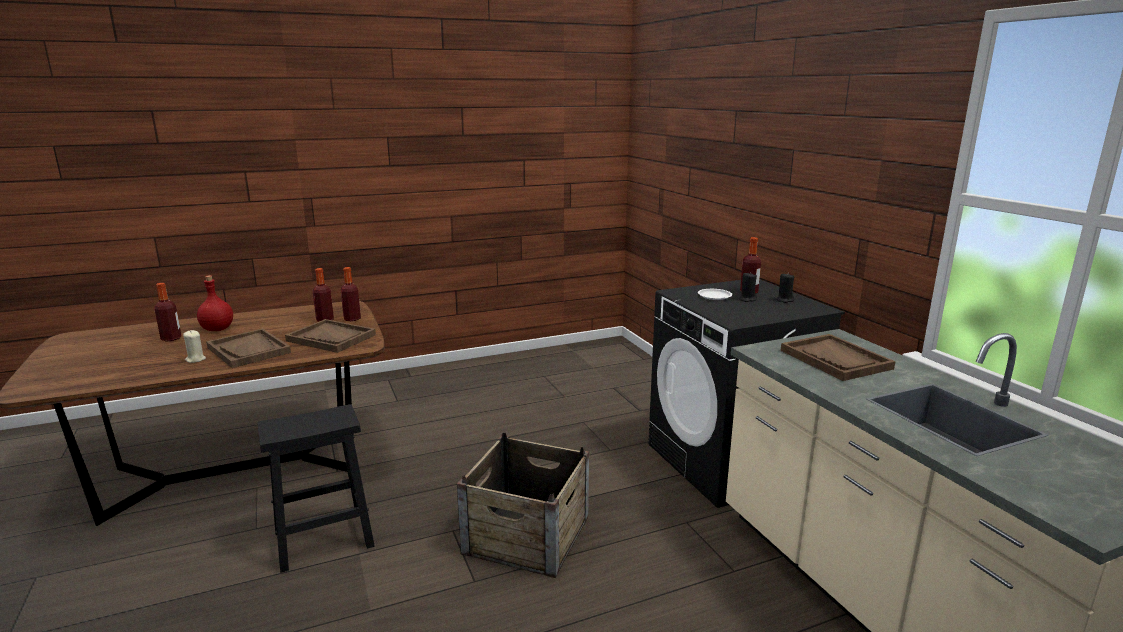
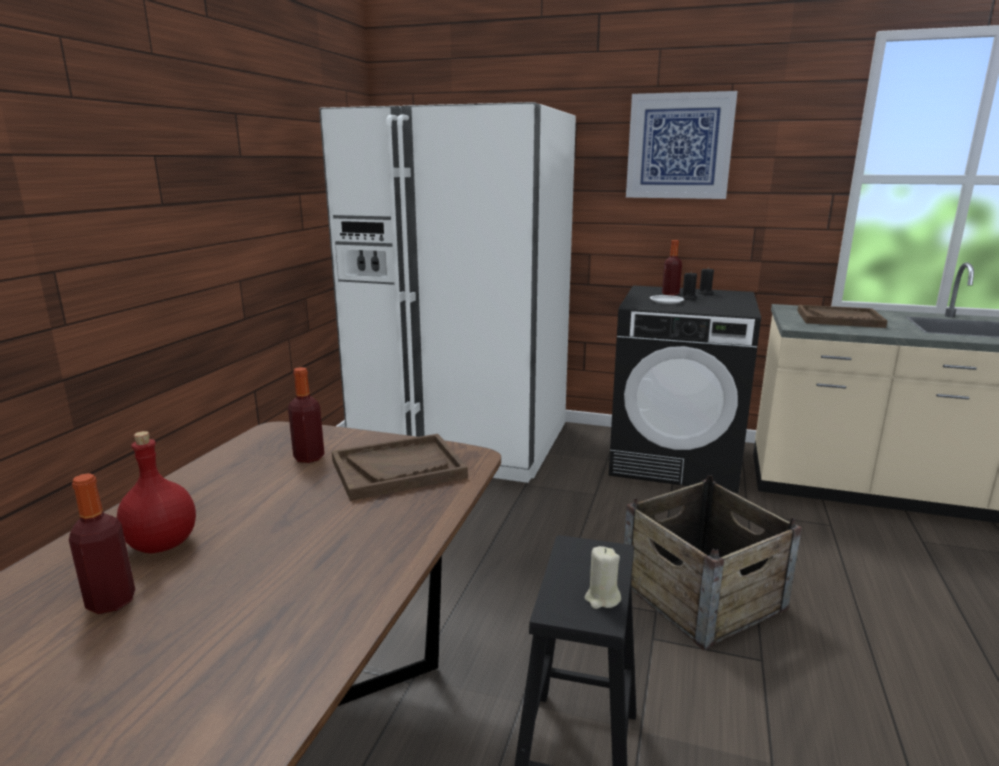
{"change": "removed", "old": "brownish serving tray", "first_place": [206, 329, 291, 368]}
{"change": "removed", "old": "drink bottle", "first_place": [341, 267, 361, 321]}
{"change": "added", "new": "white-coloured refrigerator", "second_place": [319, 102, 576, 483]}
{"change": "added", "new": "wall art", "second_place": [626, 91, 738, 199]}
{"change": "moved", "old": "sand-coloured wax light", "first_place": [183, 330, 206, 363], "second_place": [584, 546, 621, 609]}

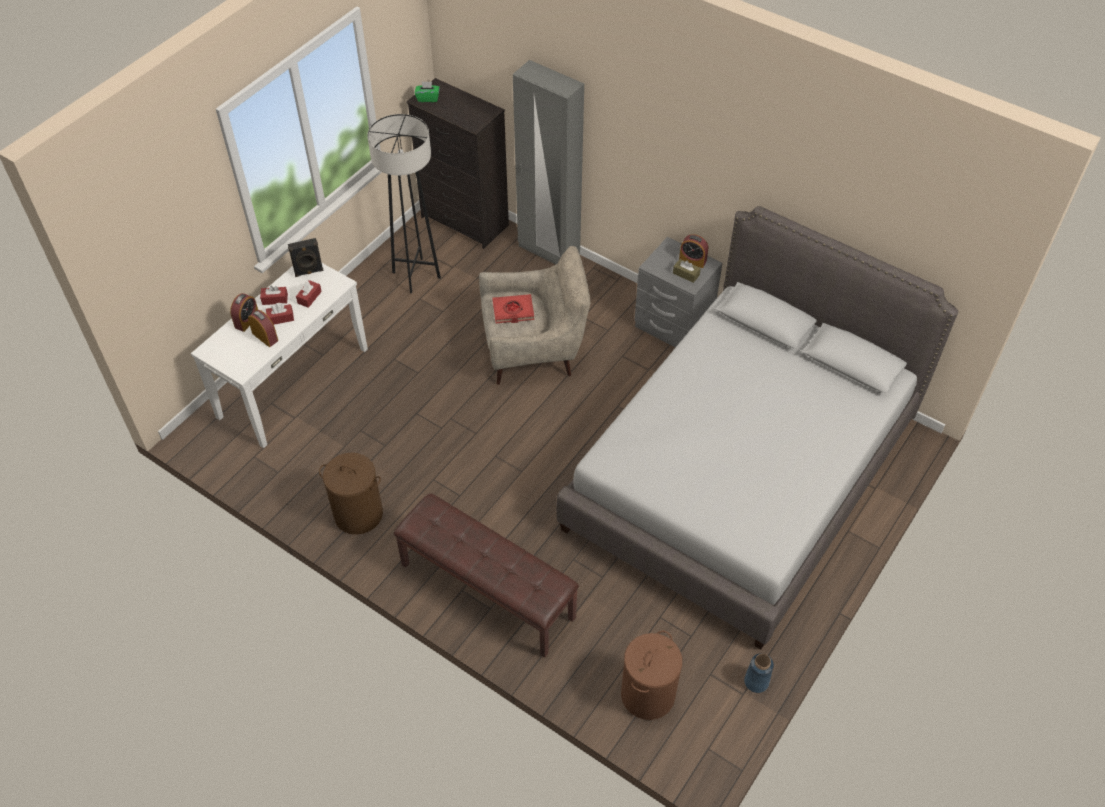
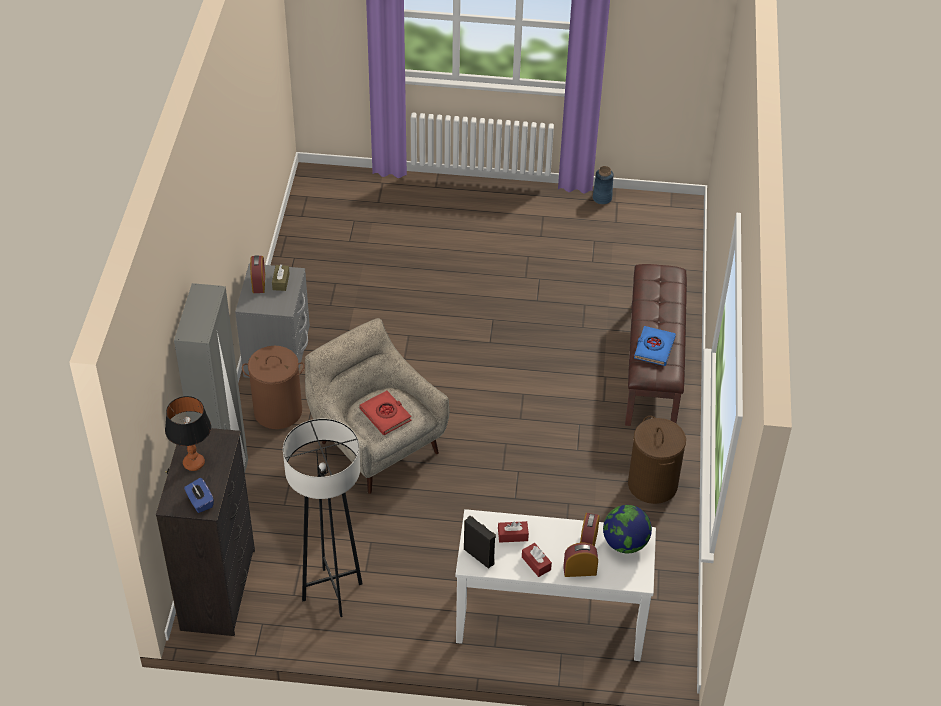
{"change": "removed", "old": "red-coloured box of tissues", "first_place": [266, 303, 294, 325]}
{"change": "removed", "old": "greyish bedroom bed", "first_place": [556, 206, 958, 650]}
{"change": "added", "new": "table lamp", "second_place": [165, 396, 211, 471]}
{"change": "added", "new": "globe", "second_place": [603, 505, 652, 553]}
{"change": "added", "new": "bluish bound book", "second_place": [634, 326, 676, 366]}
{"change": "moved", "old": "brownish hamper", "first_place": [621, 631, 682, 720], "second_place": [242, 346, 305, 429]}
{"change": "recoloured", "old": "greenish box of tissues", "new": "bluish box of tissues", "first_place": [415, 82, 440, 102], "second_place": [184, 478, 214, 513]}

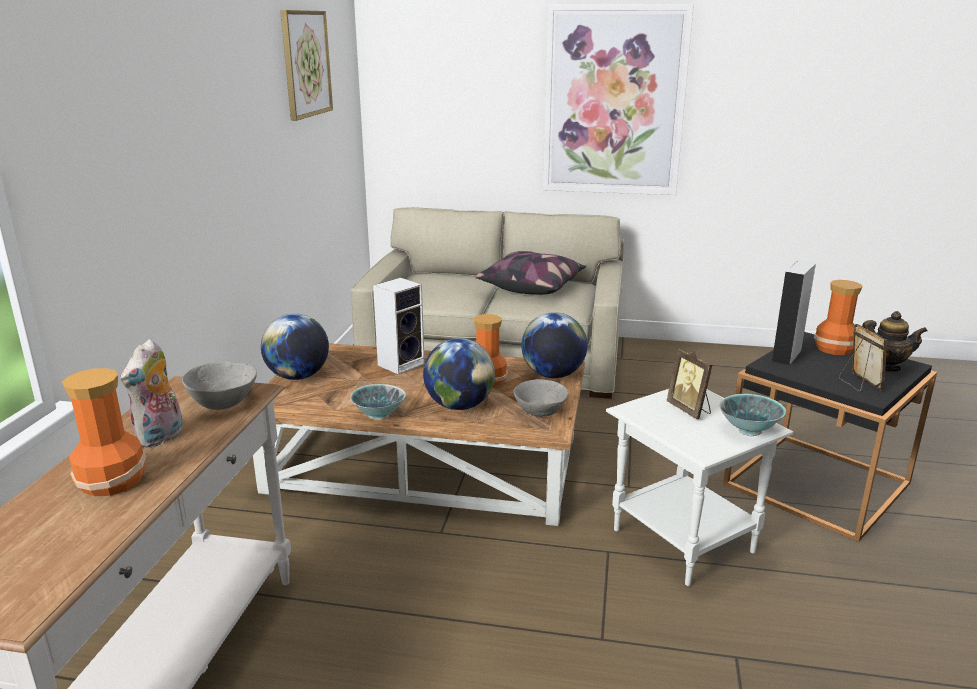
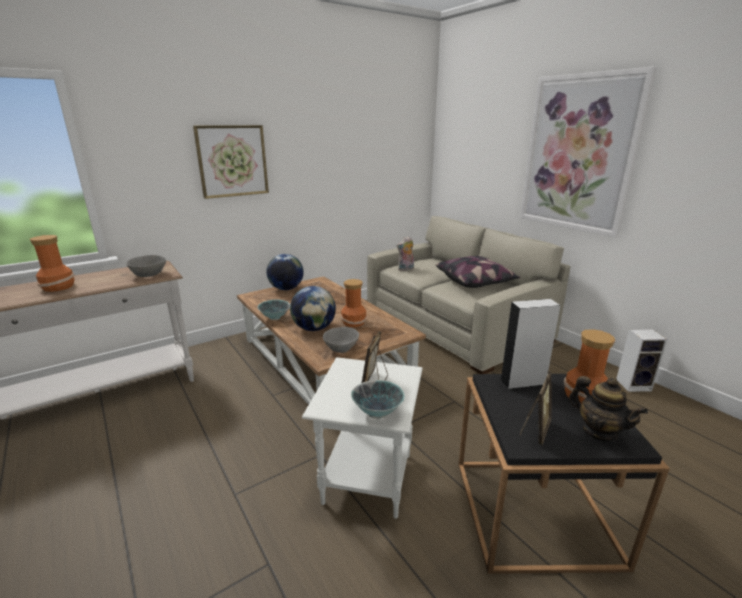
{"change": "removed", "old": "globe", "first_place": [521, 312, 587, 378]}
{"change": "moved", "old": "plush toy", "first_place": [121, 339, 183, 448], "second_place": [397, 236, 414, 271]}
{"change": "moved", "old": "wall art", "first_place": [281, 10, 333, 121], "second_place": [193, 125, 269, 199]}
{"change": "moved", "old": "speaker", "first_place": [373, 278, 425, 375], "second_place": [616, 329, 667, 392]}

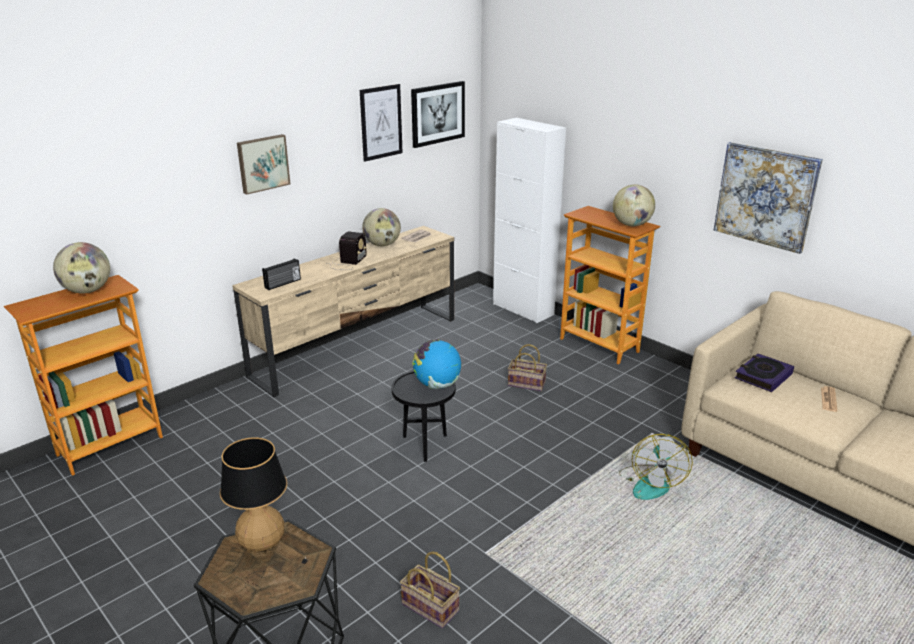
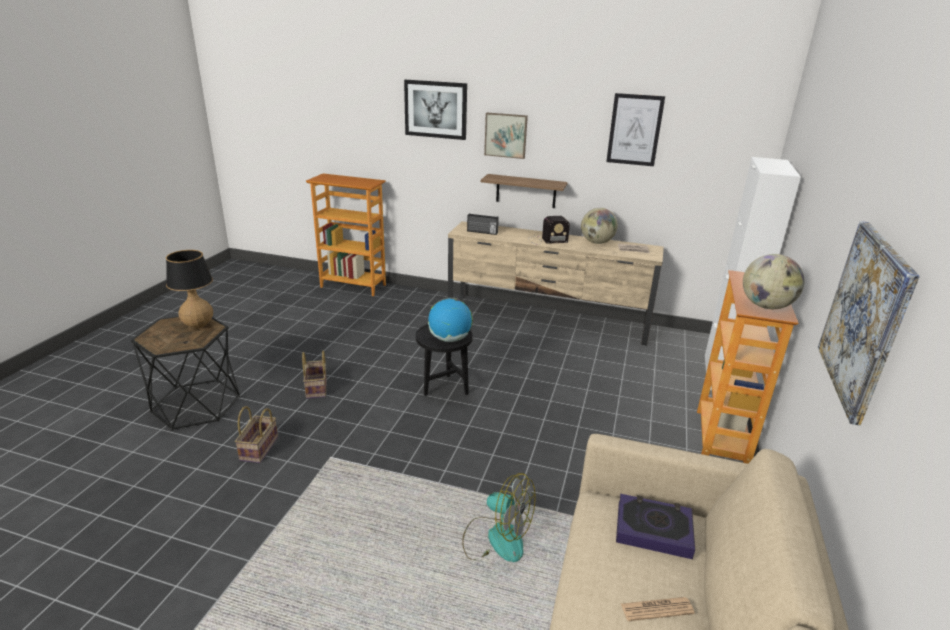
{"change": "removed", "old": "globe", "first_place": [53, 242, 110, 294]}
{"change": "added", "new": "bracket shelf", "second_place": [481, 174, 568, 208]}
{"change": "moved", "old": "wall art", "first_place": [411, 81, 465, 148], "second_place": [404, 80, 467, 140]}
{"change": "moved", "old": "basket", "first_place": [508, 344, 547, 391], "second_place": [302, 351, 327, 399]}
{"change": "turned", "old": "electric fan", "first_place": [619, 434, 693, 500], "second_place": [462, 473, 536, 562], "degrees": -135}

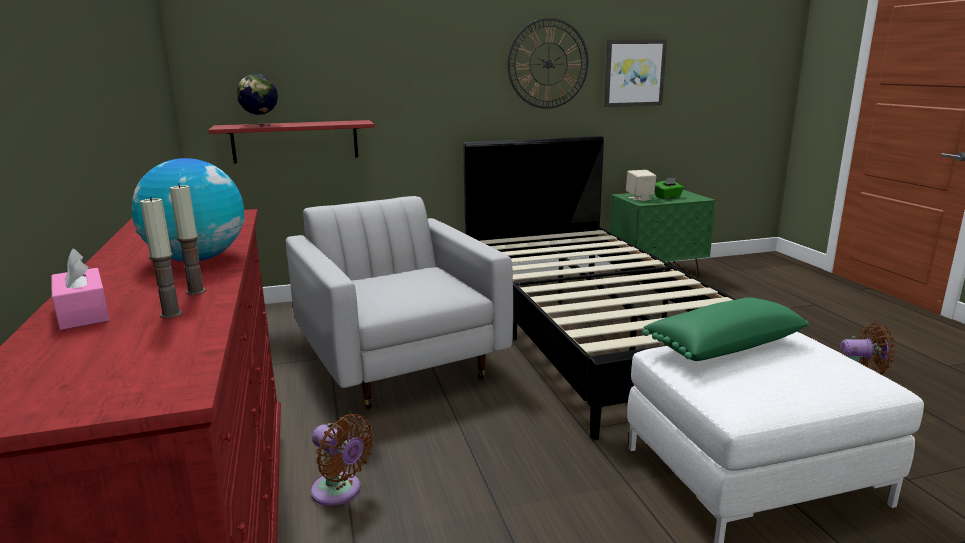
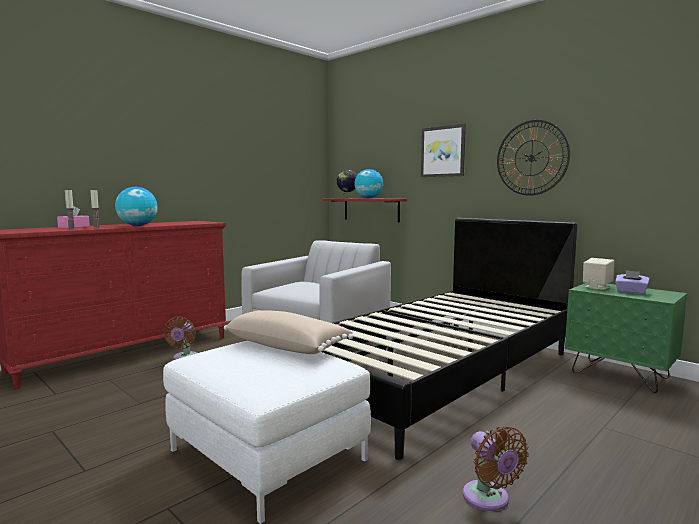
{"change": "added", "new": "globe", "second_place": [354, 169, 383, 198]}
{"change": "moved", "old": "wall art", "first_place": [604, 39, 667, 107], "second_place": [421, 124, 466, 177]}
{"change": "recoloured", "old": "greenish throw pillow", "new": "sand-coloured throw pillow", "first_place": [642, 297, 809, 361], "second_place": [224, 310, 353, 354]}
{"change": "recoloured", "old": "greenish box of tissues", "new": "purplish box of tissues", "first_place": [655, 177, 684, 199], "second_place": [615, 270, 650, 294]}

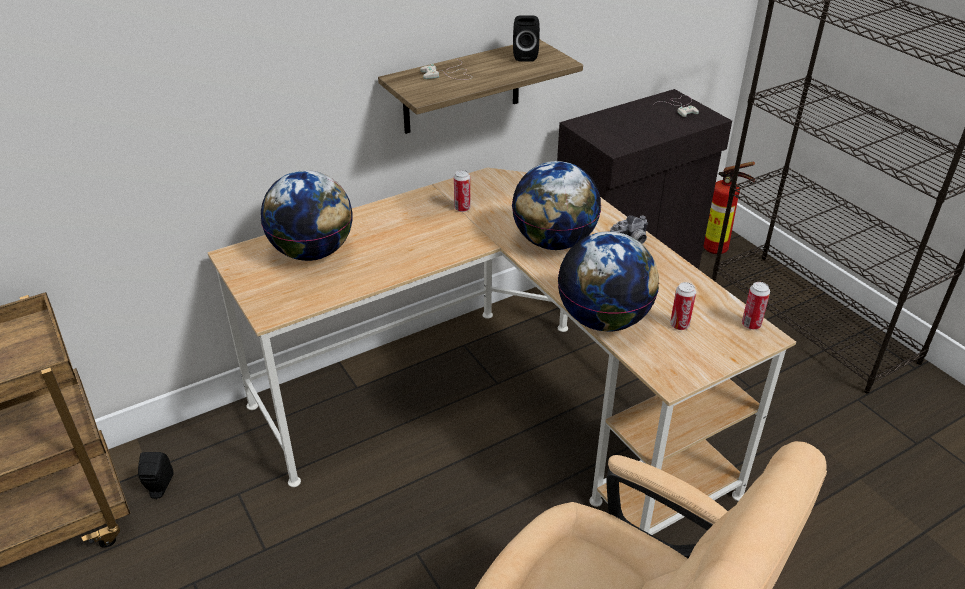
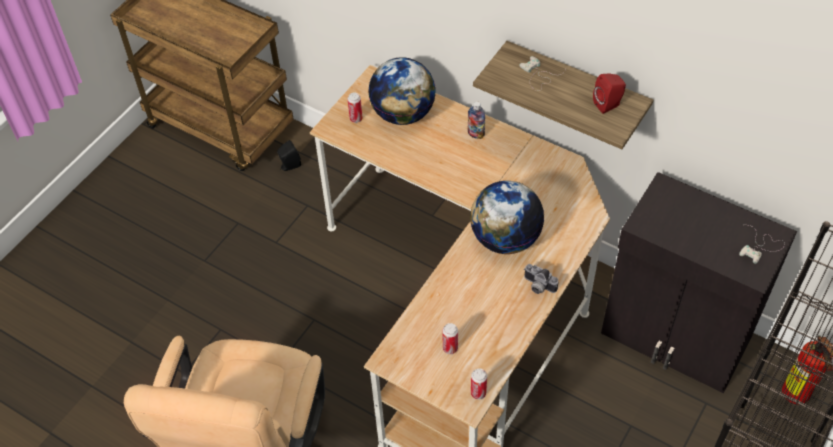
{"change": "removed", "old": "globe", "first_place": [558, 231, 659, 331]}
{"change": "added", "new": "drink bottle", "second_place": [468, 101, 485, 139]}
{"change": "moved", "old": "metal can", "first_place": [454, 170, 471, 212], "second_place": [348, 92, 363, 123]}
{"change": "recoloured", "old": "black-coloured speaker", "new": "red-coloured speaker", "first_place": [513, 15, 540, 61], "second_place": [593, 73, 626, 114]}

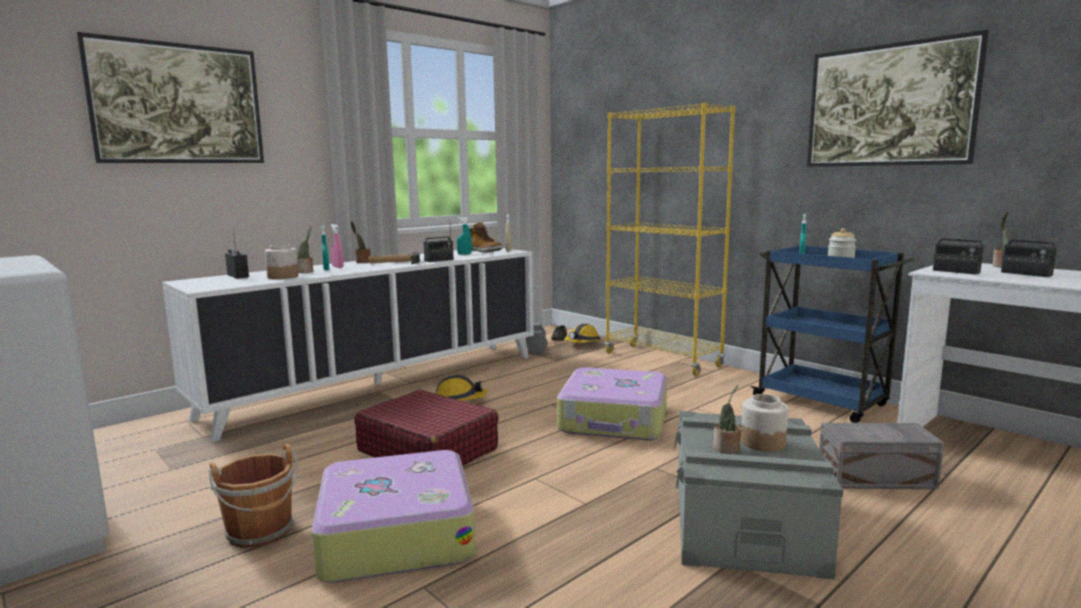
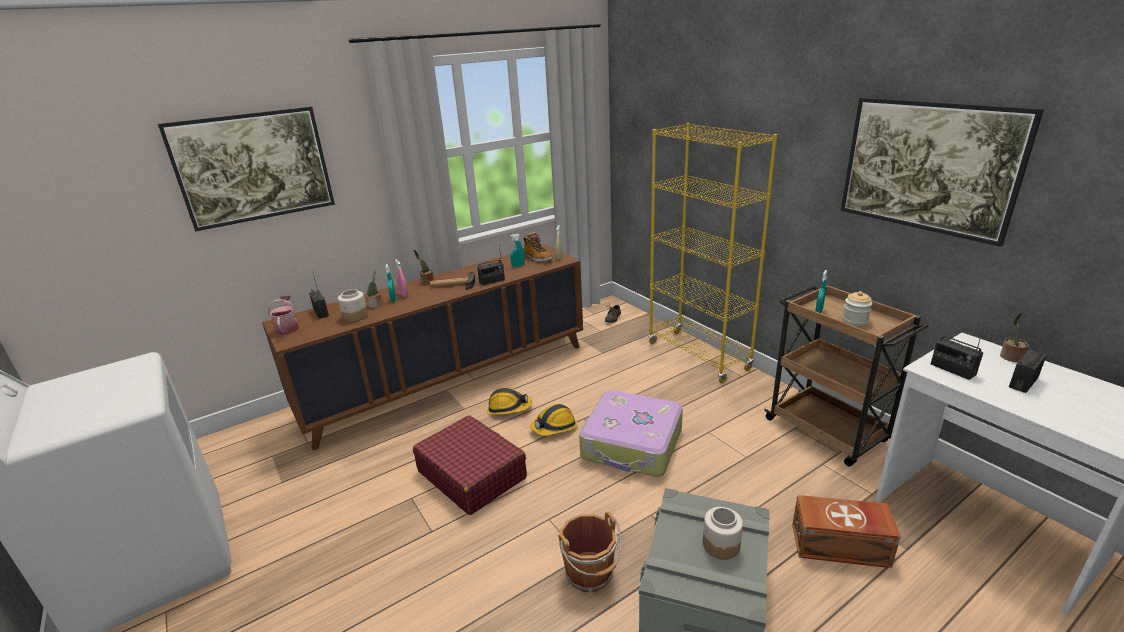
{"change": "removed", "old": "piece of luggage", "first_place": [312, 450, 476, 583]}
{"change": "removed", "old": "greyish hand weight", "first_place": [526, 323, 548, 354]}
{"change": "removed", "old": "plant in a pot", "first_place": [713, 385, 742, 454]}
{"change": "added", "new": "sprinkling can", "second_place": [268, 296, 299, 335]}
{"change": "moved", "old": "brownish bucket", "first_place": [209, 444, 298, 548], "second_place": [558, 512, 622, 592]}
{"change": "moved", "old": "work helmet", "first_place": [564, 324, 602, 343], "second_place": [530, 404, 578, 436]}
{"change": "recoloured", "old": "white-coloured cabinet", "new": "brownish cabinet", "first_place": [162, 248, 534, 443], "second_place": [262, 245, 583, 451]}
{"change": "recoloured", "old": "bluish wheeled cart", "new": "brownish wheeled cart", "first_place": [750, 245, 914, 423], "second_place": [764, 284, 929, 466]}
{"change": "recoloured", "old": "greyish storage box", "new": "brownish storage box", "first_place": [819, 423, 944, 489], "second_place": [792, 495, 901, 568]}
{"change": "turned", "old": "radio receiver", "first_place": [1001, 216, 1057, 277], "second_place": [1009, 336, 1047, 393], "degrees": 75}

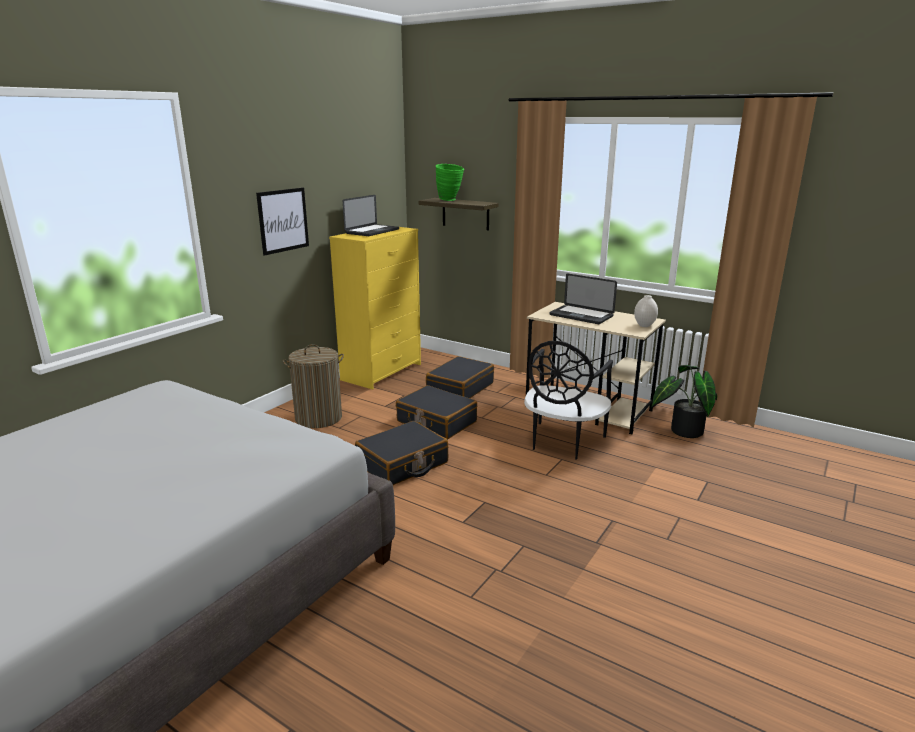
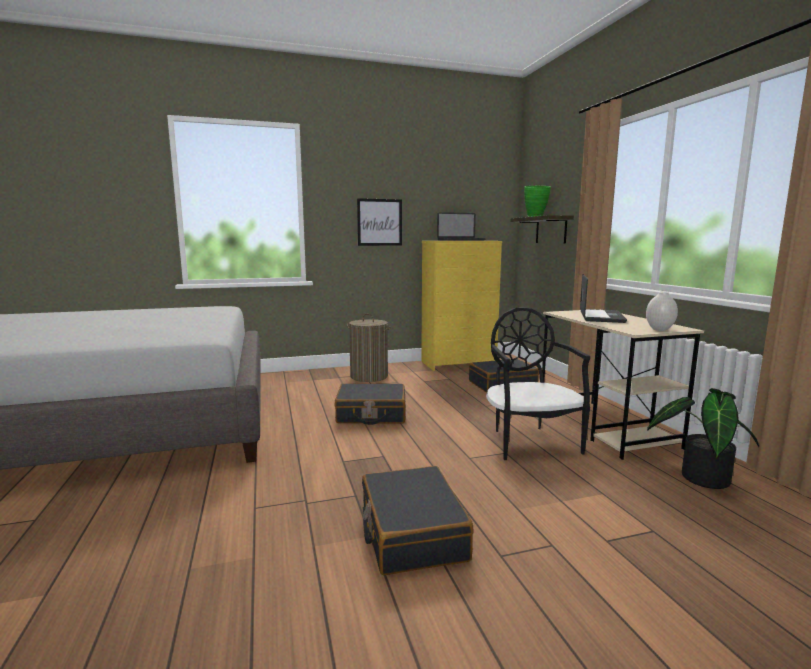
{"change": "moved", "old": "black-coloured piece of luggage", "first_place": [396, 385, 477, 440], "second_place": [362, 466, 474, 575]}
{"change": "turned", "old": "black-coloured upright chair", "first_place": [524, 341, 613, 460], "second_place": [486, 307, 590, 460], "degrees": 105}
{"change": "turned", "old": "notebook computer", "first_place": [549, 274, 617, 324], "second_place": [580, 274, 627, 323], "degrees": -150}

